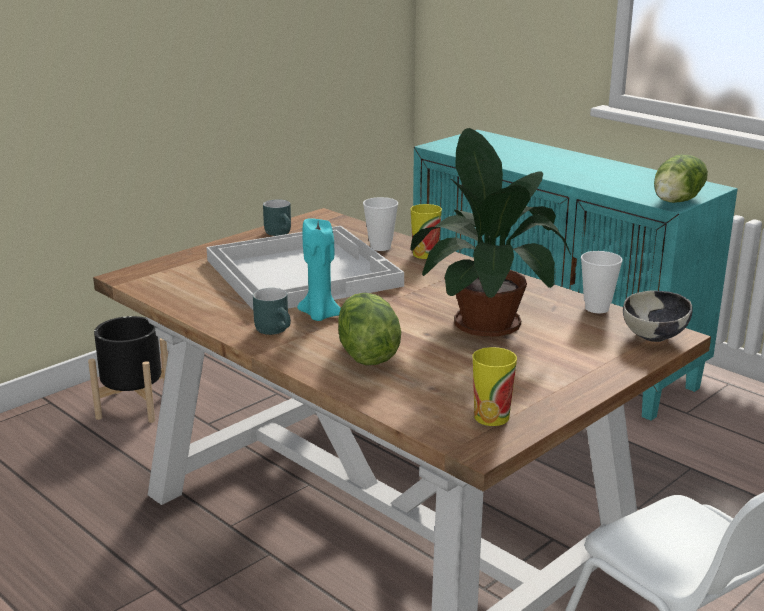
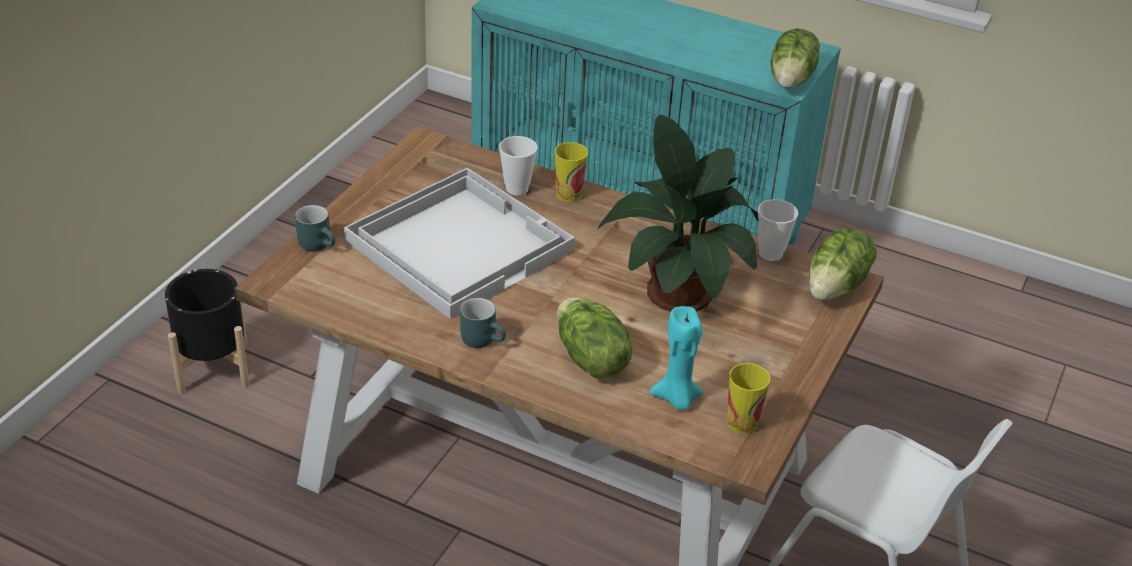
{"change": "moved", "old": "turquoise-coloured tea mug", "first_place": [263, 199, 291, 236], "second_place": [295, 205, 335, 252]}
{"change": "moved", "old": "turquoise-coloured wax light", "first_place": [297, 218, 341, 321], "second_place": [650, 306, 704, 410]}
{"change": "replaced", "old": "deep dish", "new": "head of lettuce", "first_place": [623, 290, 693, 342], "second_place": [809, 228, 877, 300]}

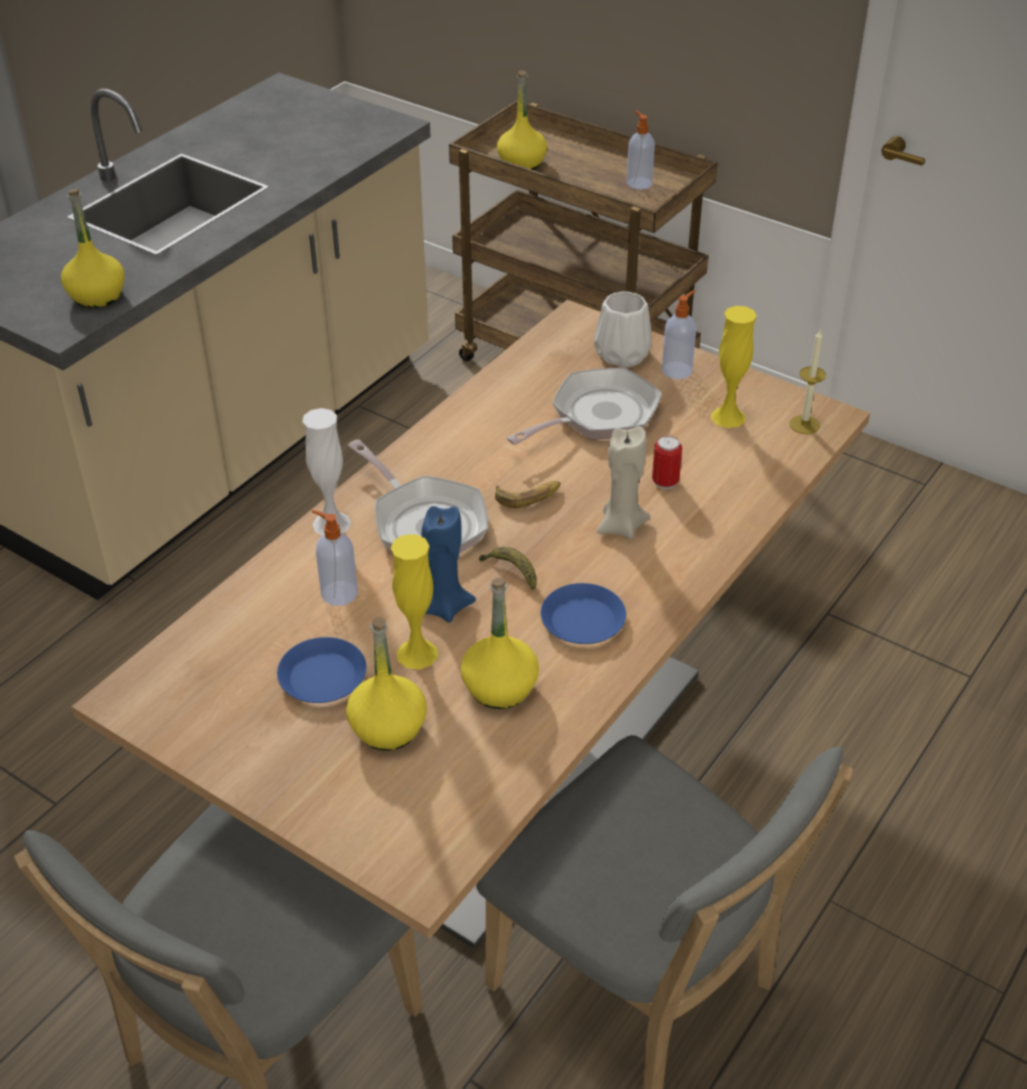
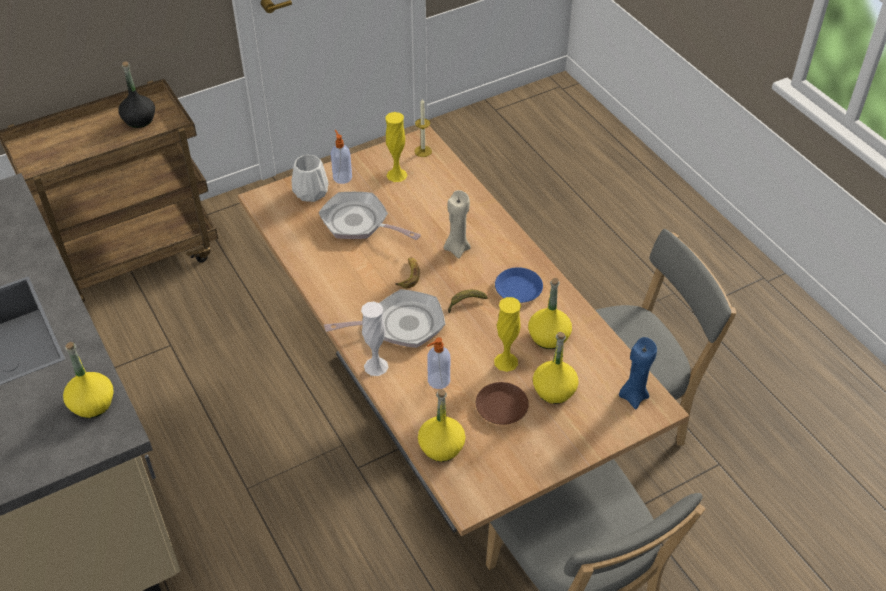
{"change": "removed", "old": "metal can", "first_place": [652, 436, 682, 489]}
{"change": "moved", "old": "bluish wax light", "first_place": [421, 506, 476, 623], "second_place": [619, 337, 657, 409]}
{"change": "moved", "old": "yellowish drink bottle", "first_place": [497, 70, 547, 170], "second_place": [418, 389, 465, 462]}
{"change": "replaced", "old": "soap dispenser", "new": "black-coloured drink bottle", "first_place": [627, 111, 655, 189], "second_place": [118, 61, 155, 128]}
{"change": "recoloured", "old": "bluish plate", "new": "brownish plate", "first_place": [277, 637, 366, 703], "second_place": [476, 382, 529, 425]}
{"change": "turned", "old": "skillet", "first_place": [507, 368, 662, 445], "second_place": [319, 192, 421, 240], "degrees": -45}

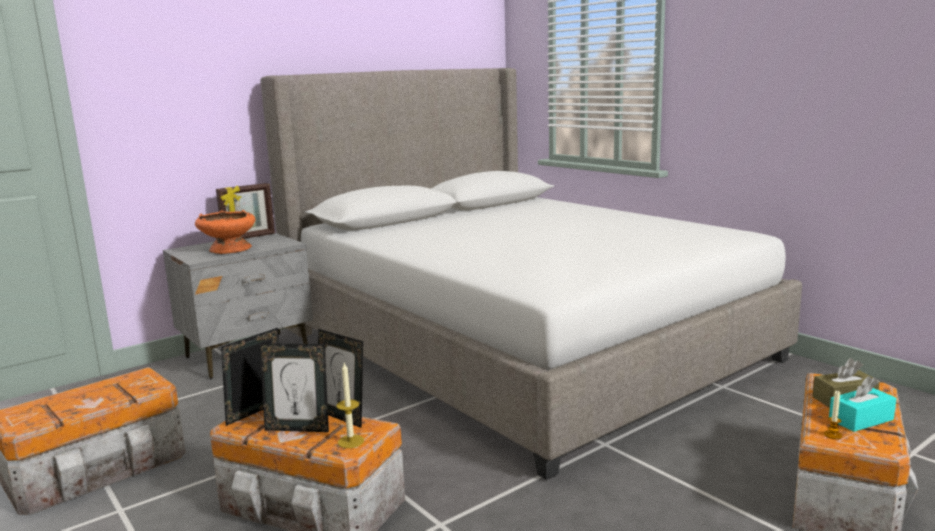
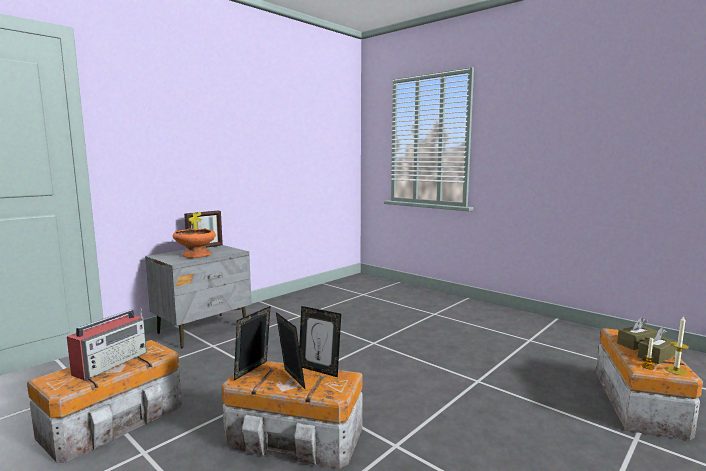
{"change": "removed", "old": "bedroom bed", "first_place": [260, 68, 802, 480]}
{"change": "added", "new": "radio receiver", "second_place": [67, 308, 147, 380]}
{"change": "moved", "old": "wax light", "first_place": [336, 363, 364, 448], "second_place": [665, 316, 689, 375]}
{"change": "recoloured", "old": "turquoise-coloured box of tissues", "new": "brownish box of tissues", "first_place": [829, 376, 897, 432], "second_place": [638, 328, 677, 364]}
{"change": "turned", "old": "picture frame", "first_place": [260, 343, 329, 432], "second_place": [276, 312, 306, 390], "degrees": -120}

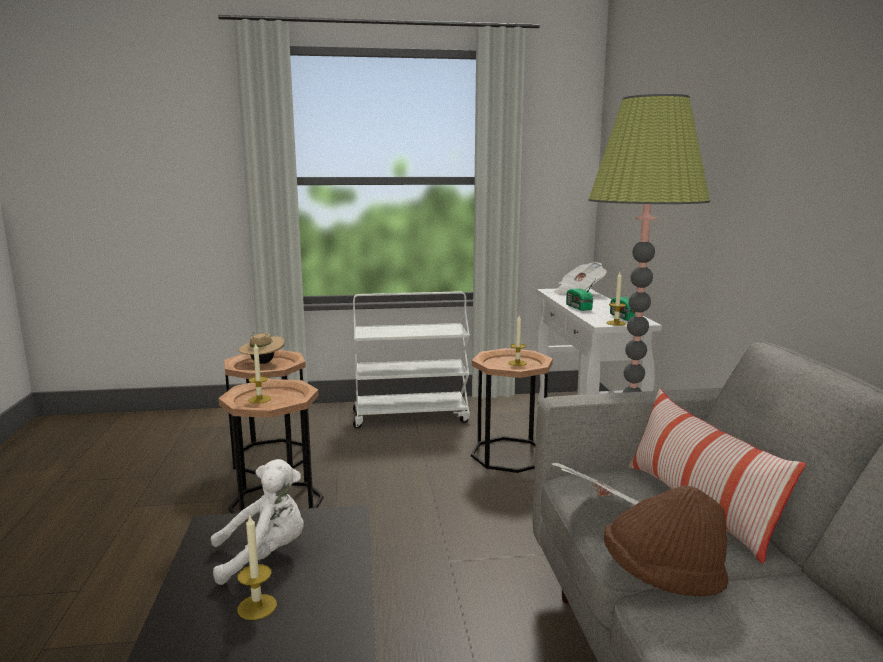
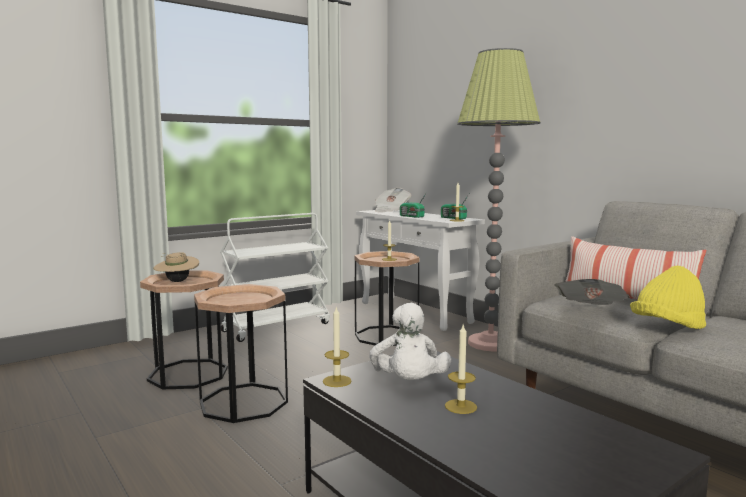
{"change": "moved", "old": "wax light", "first_place": [248, 342, 271, 404], "second_place": [323, 306, 352, 387]}
{"change": "recoloured", "old": "brownish wearable hat", "new": "yellowish wearable hat", "first_place": [604, 485, 729, 596], "second_place": [630, 266, 706, 329]}
{"change": "turned", "old": "white-coloured plush toy", "first_place": [211, 459, 304, 585], "second_place": [369, 303, 451, 380], "degrees": 135}

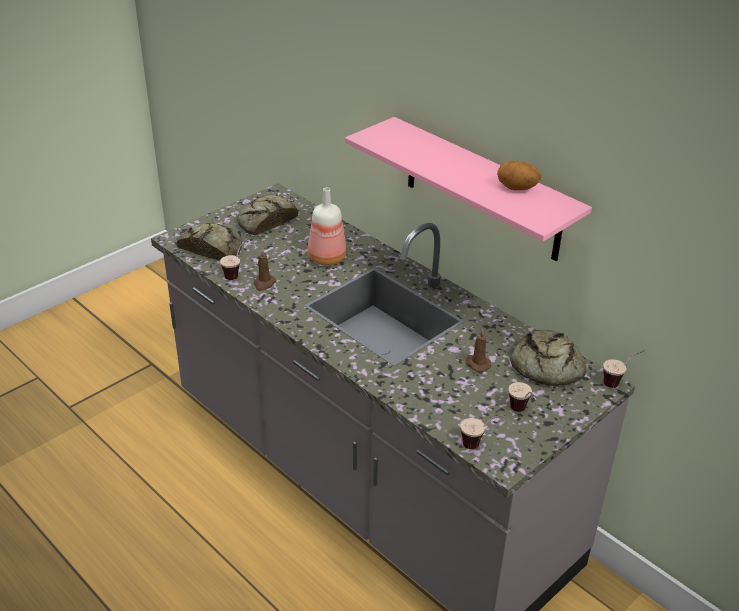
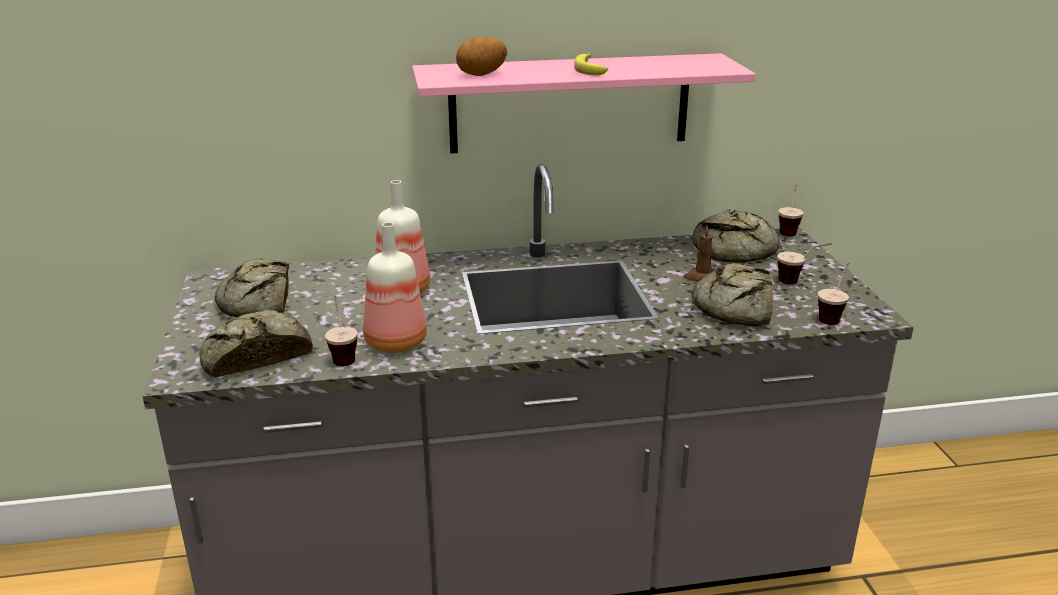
{"change": "added", "new": "banana", "second_place": [574, 54, 608, 75]}
{"change": "added", "new": "bakery bread", "second_place": [692, 263, 773, 326]}
{"change": "moved", "old": "potato", "first_place": [497, 160, 541, 190], "second_place": [456, 37, 507, 76]}
{"change": "replaced", "old": "brownish wax light", "new": "drink bottle", "first_place": [254, 249, 276, 291], "second_place": [363, 222, 427, 353]}

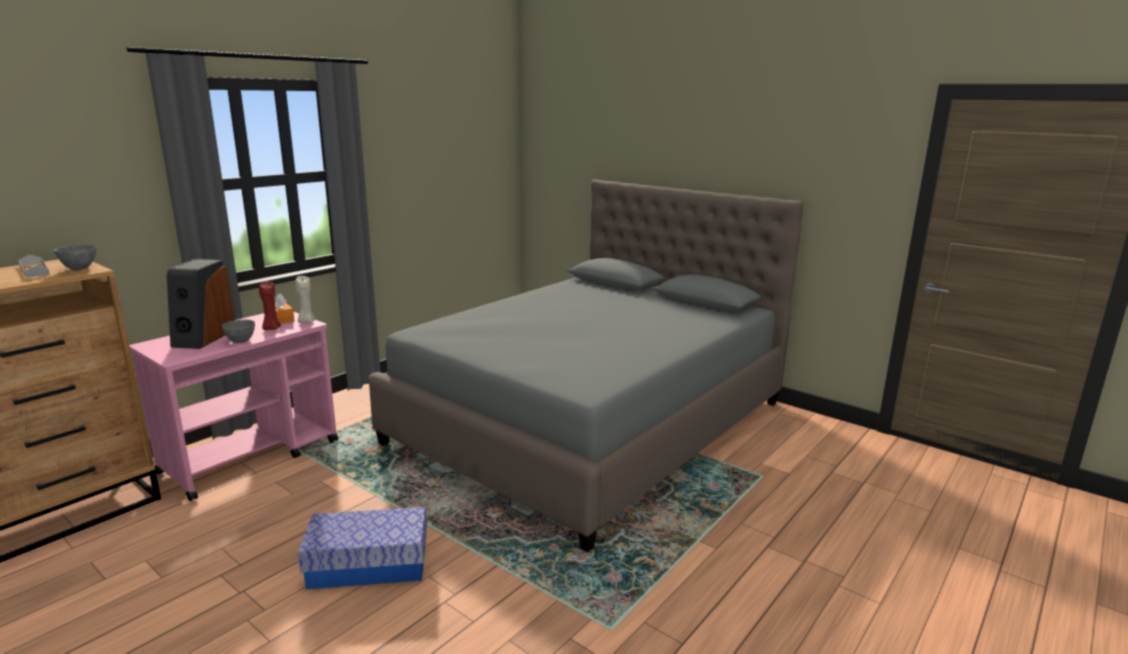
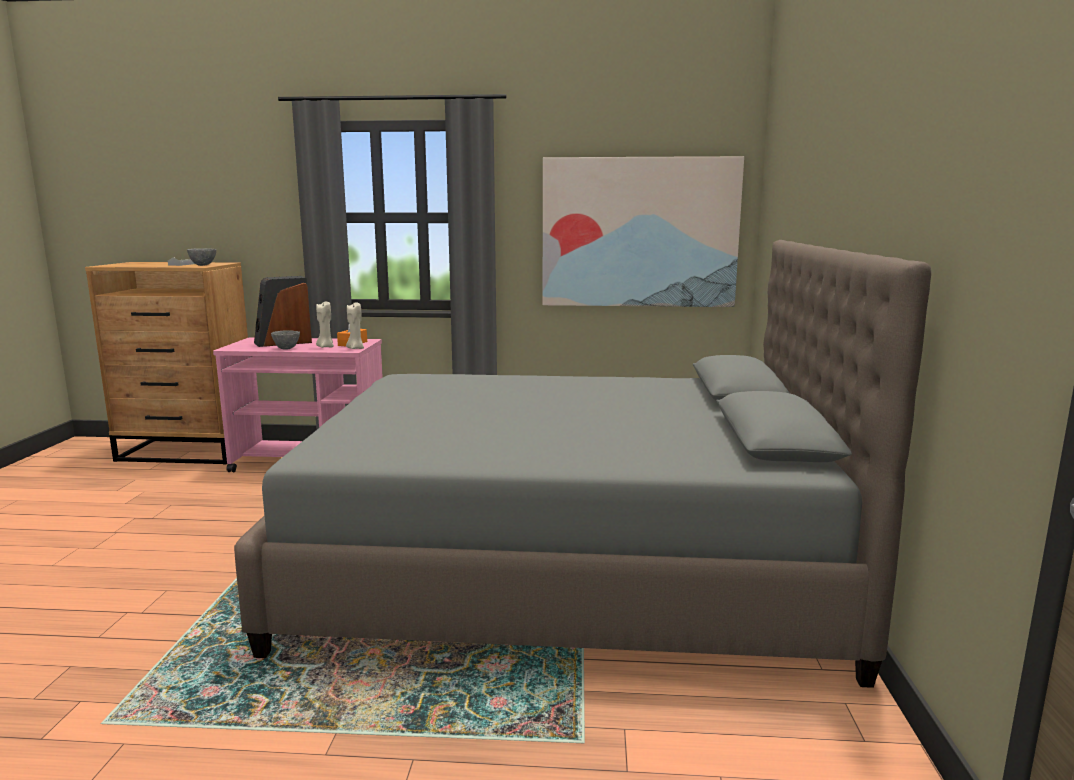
{"change": "removed", "old": "storage box", "first_place": [298, 507, 427, 589]}
{"change": "added", "new": "wall art", "second_place": [543, 156, 744, 307]}
{"change": "recoloured", "old": "red-coloured wax light", "new": "sand-coloured wax light", "first_place": [259, 281, 281, 330], "second_place": [316, 302, 334, 348]}

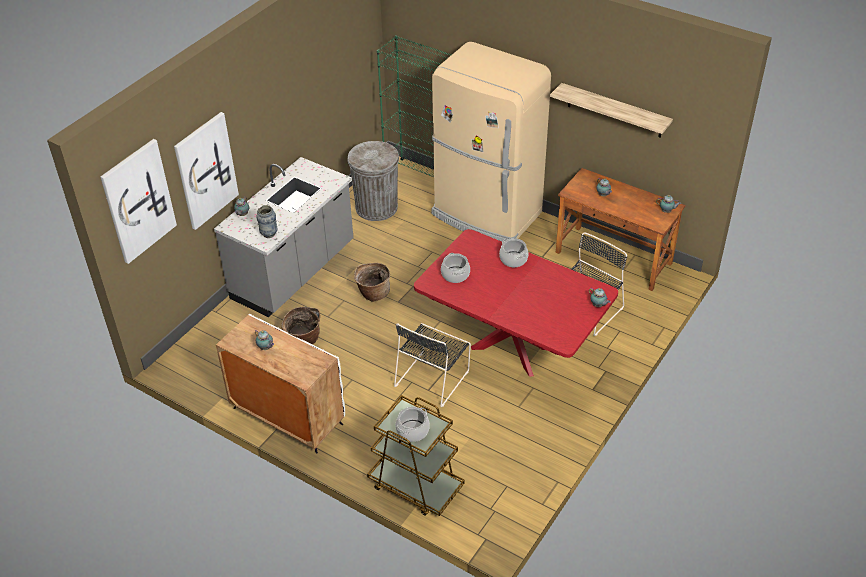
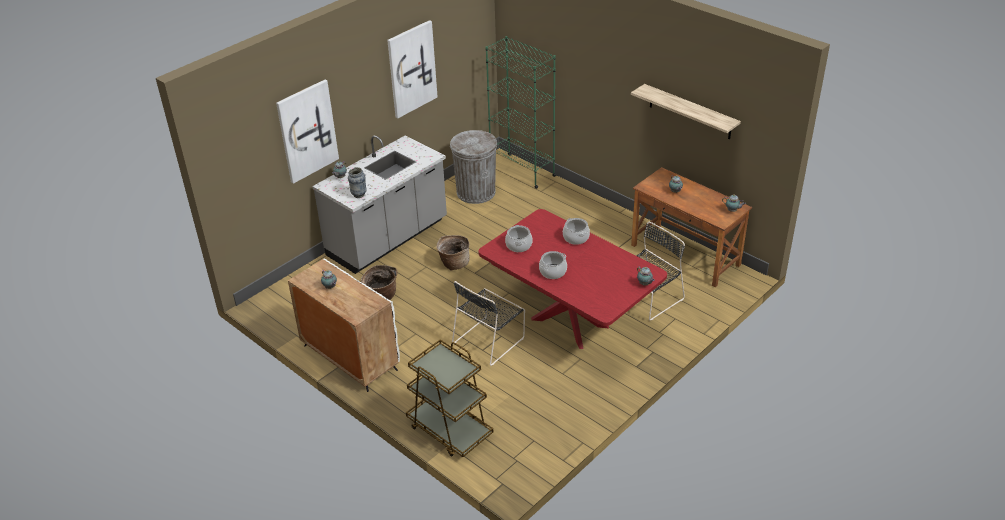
{"change": "removed", "old": "sand-coloured refrigerator", "first_place": [432, 42, 551, 242]}
{"change": "moved", "old": "wall art", "first_place": [100, 139, 177, 264], "second_place": [387, 20, 438, 118]}
{"change": "moved", "old": "stockpot", "first_place": [396, 407, 430, 442], "second_place": [539, 251, 567, 279]}

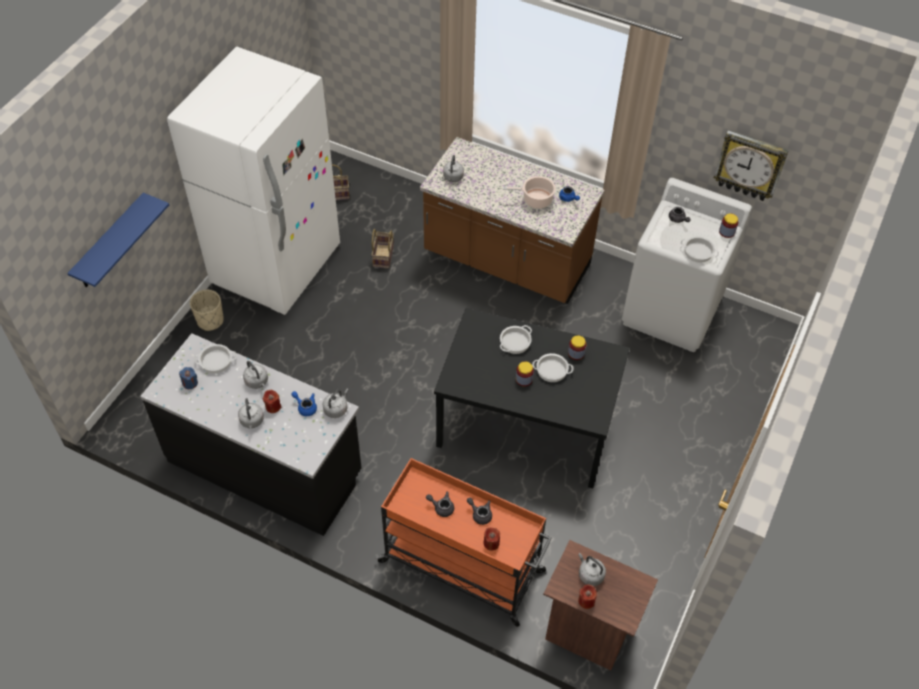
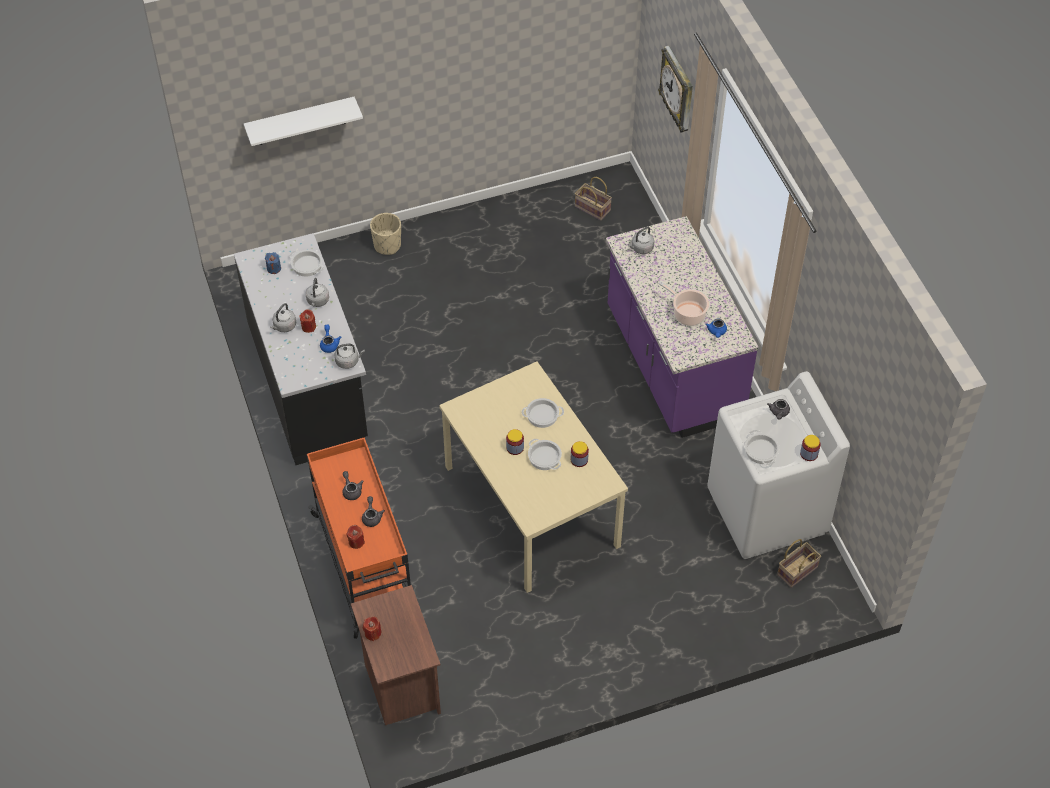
{"change": "removed", "old": "white-coloured refrigerator", "first_place": [167, 47, 340, 315]}
{"change": "removed", "old": "greyish tea kettle", "first_place": [578, 553, 606, 586]}
{"change": "moved", "old": "basket", "first_place": [371, 229, 394, 269], "second_place": [777, 539, 821, 588]}
{"change": "moved", "old": "hanging clock", "first_place": [714, 130, 789, 201], "second_place": [658, 46, 693, 133]}
{"change": "recoloured", "old": "bluish bracket shelf", "new": "white-coloured bracket shelf", "first_place": [67, 193, 169, 287], "second_place": [244, 97, 363, 146]}
{"change": "recoloured", "old": "brownish kitchen base unit", "new": "purplish kitchen base unit", "first_place": [420, 137, 604, 304], "second_place": [606, 216, 758, 438]}
{"change": "recoloured", "old": "black-coloured dining table", "new": "sand-coloured dining table", "first_place": [434, 308, 630, 488], "second_place": [439, 361, 628, 593]}

